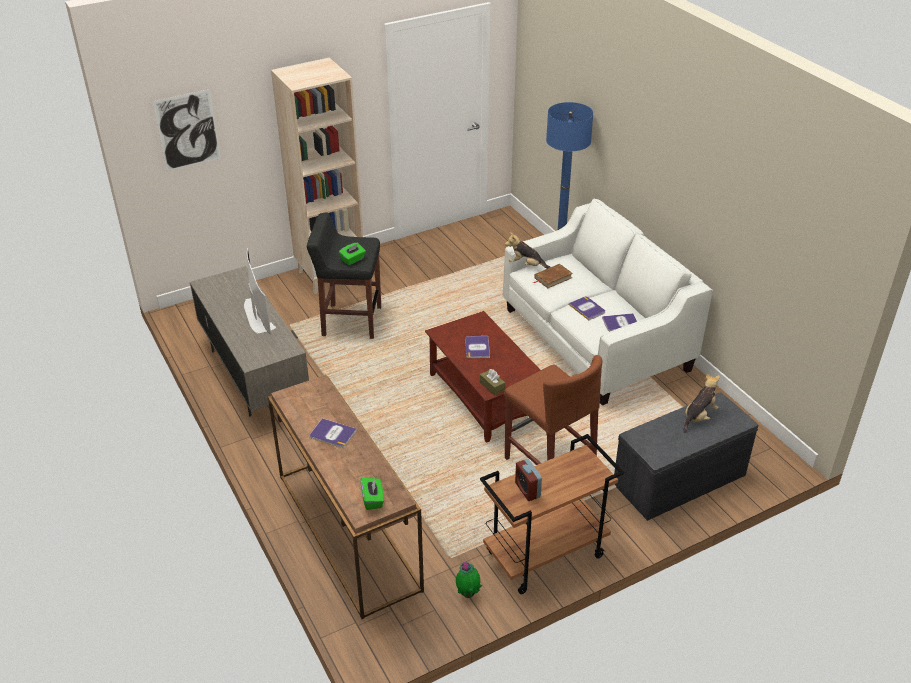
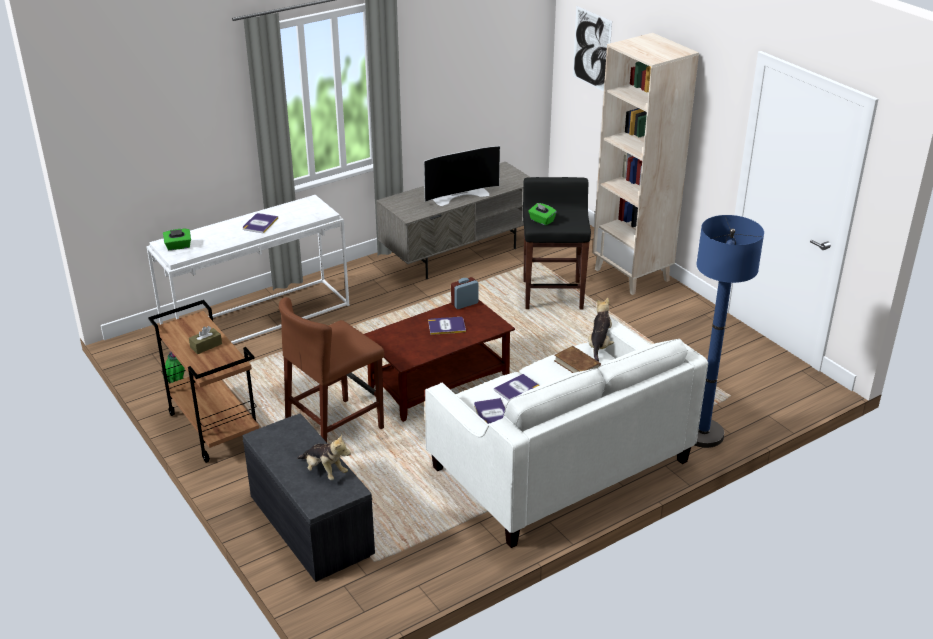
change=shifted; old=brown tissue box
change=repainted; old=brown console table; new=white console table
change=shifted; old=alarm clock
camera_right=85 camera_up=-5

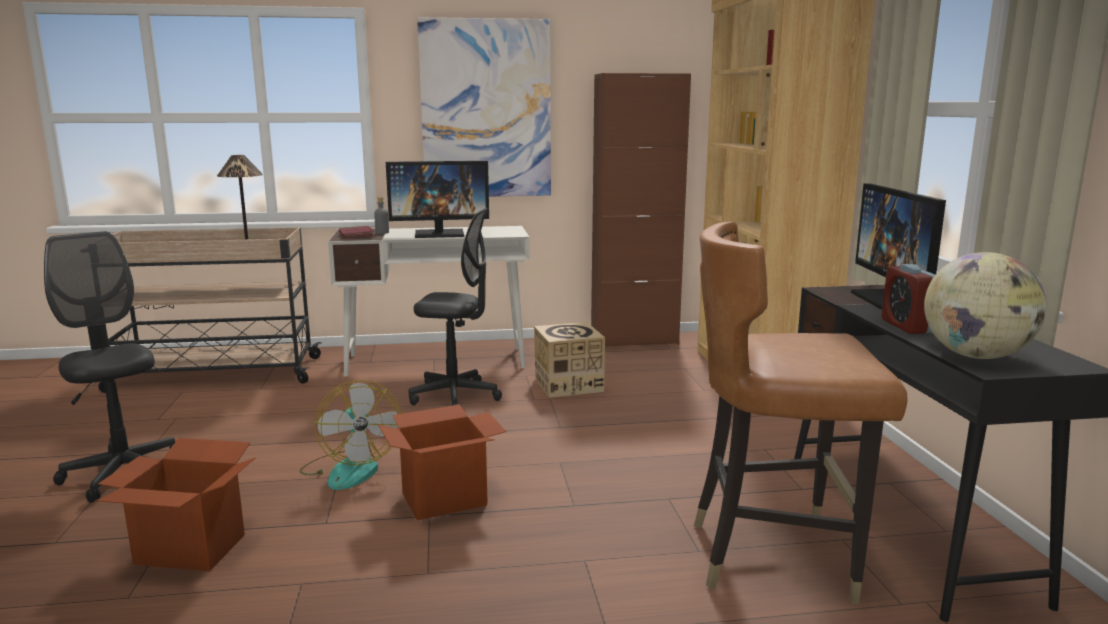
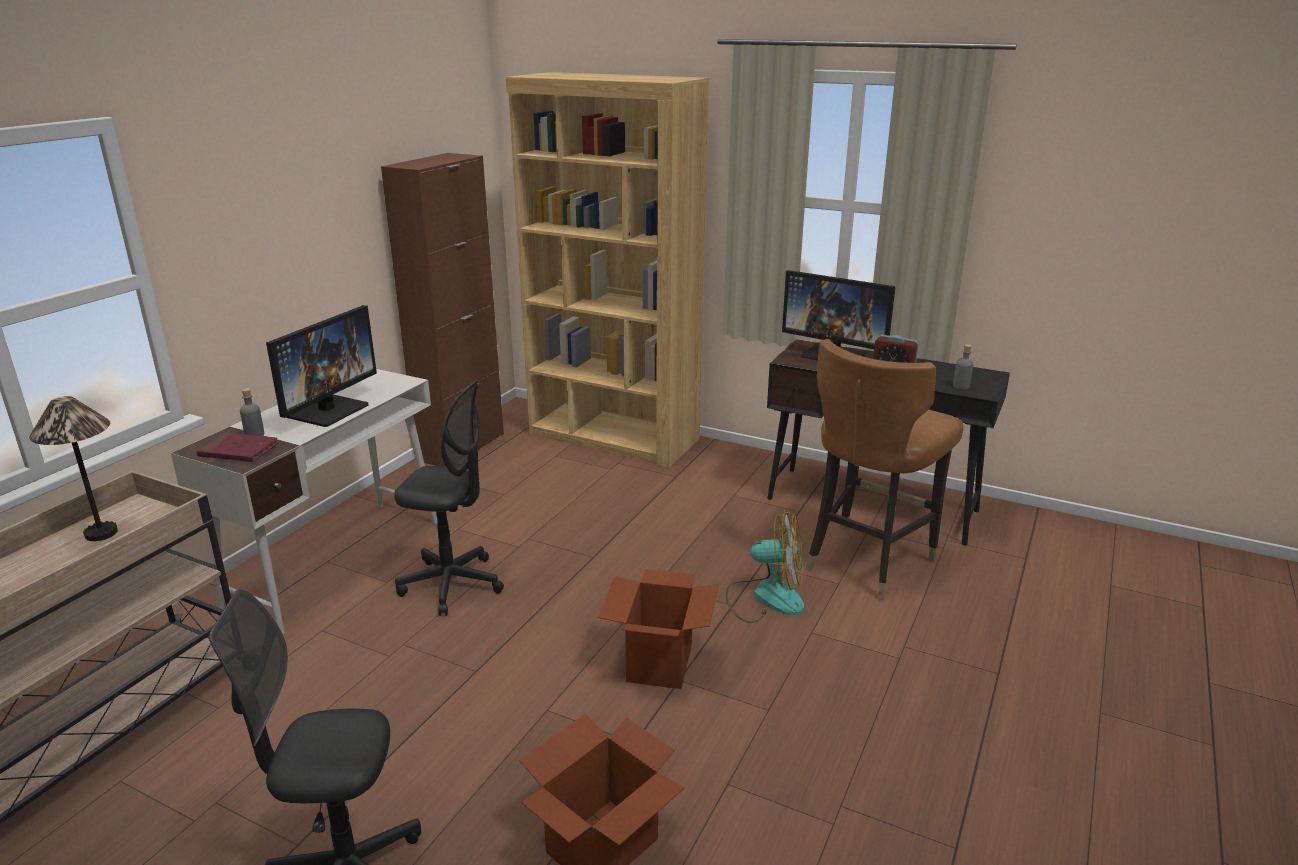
change=gone; old=picture
change=rotated; old=black office chair (no. 2 from left); degrees=60
change=swapped; old=globe; new=grey bottle (no. 2 from left)
change=gone; old=cardboard box (no. 3 from left)
change=shifted; old=fan
camera_right=-55 camera_up=10

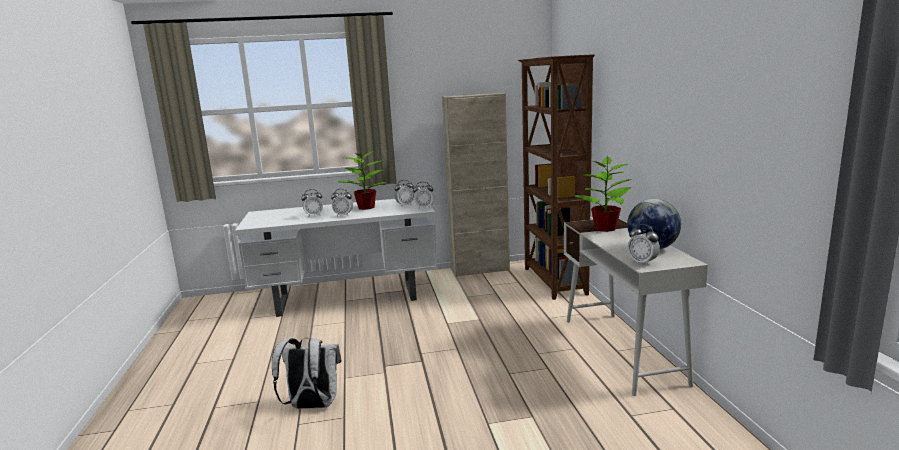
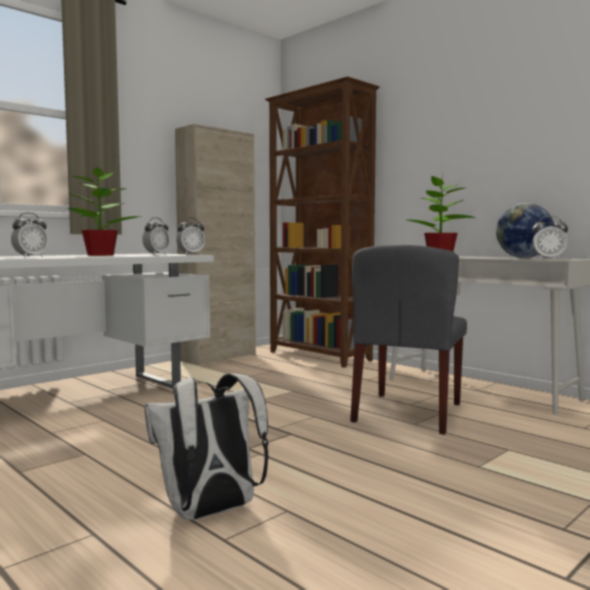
change=gone; old=alarm clock (no. 2 from left)
change=new; new=grey chair
camera_right=-35 camera_up=-10

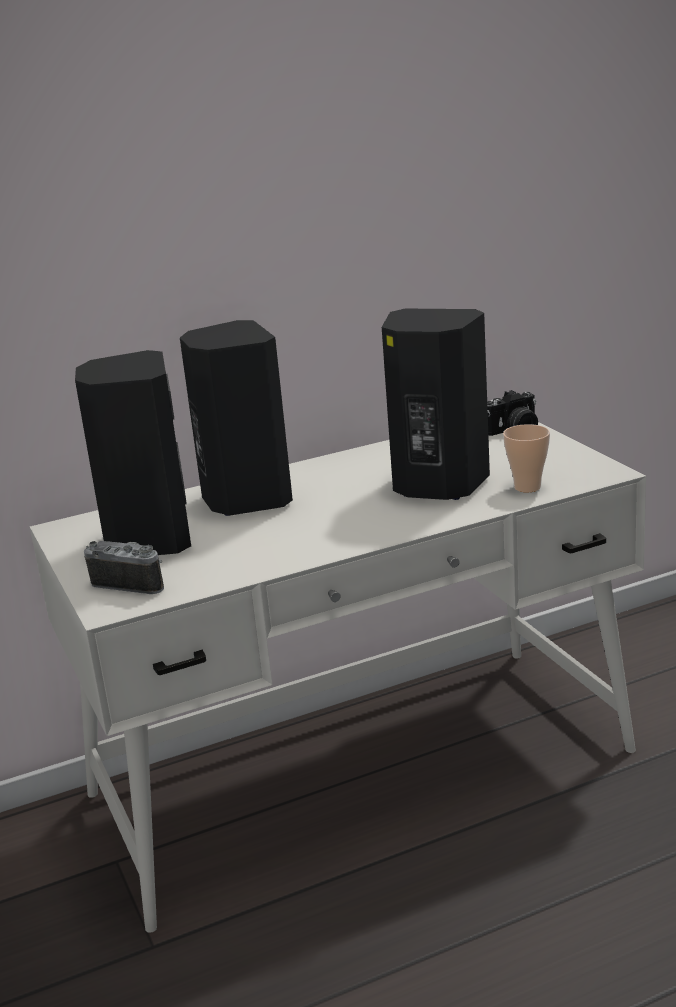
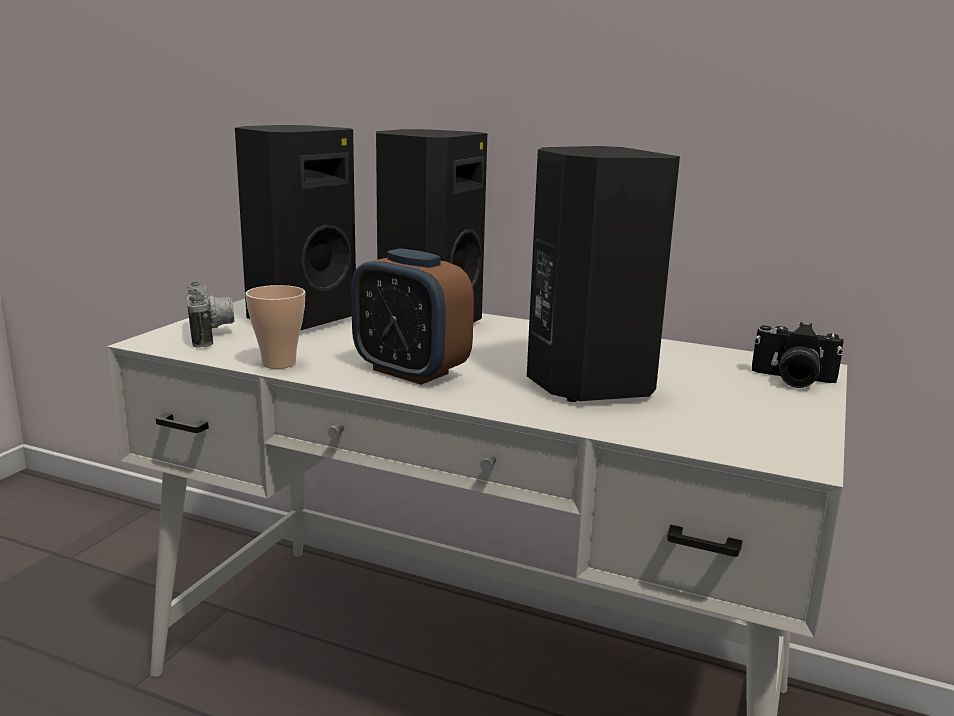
change=shifted; old=cup
change=new; new=alarm clock
camera_right=45 camera_up=-5

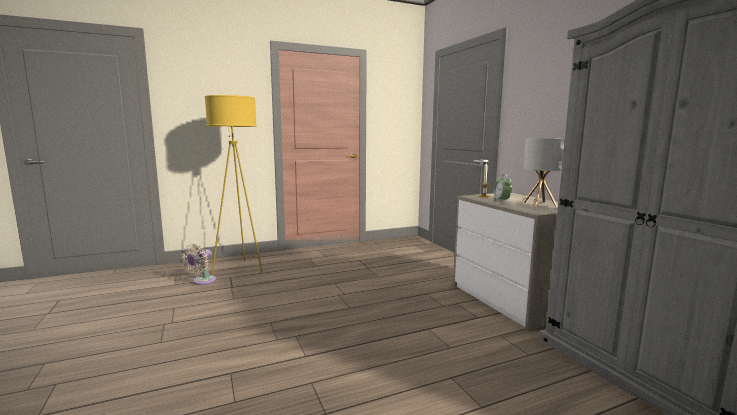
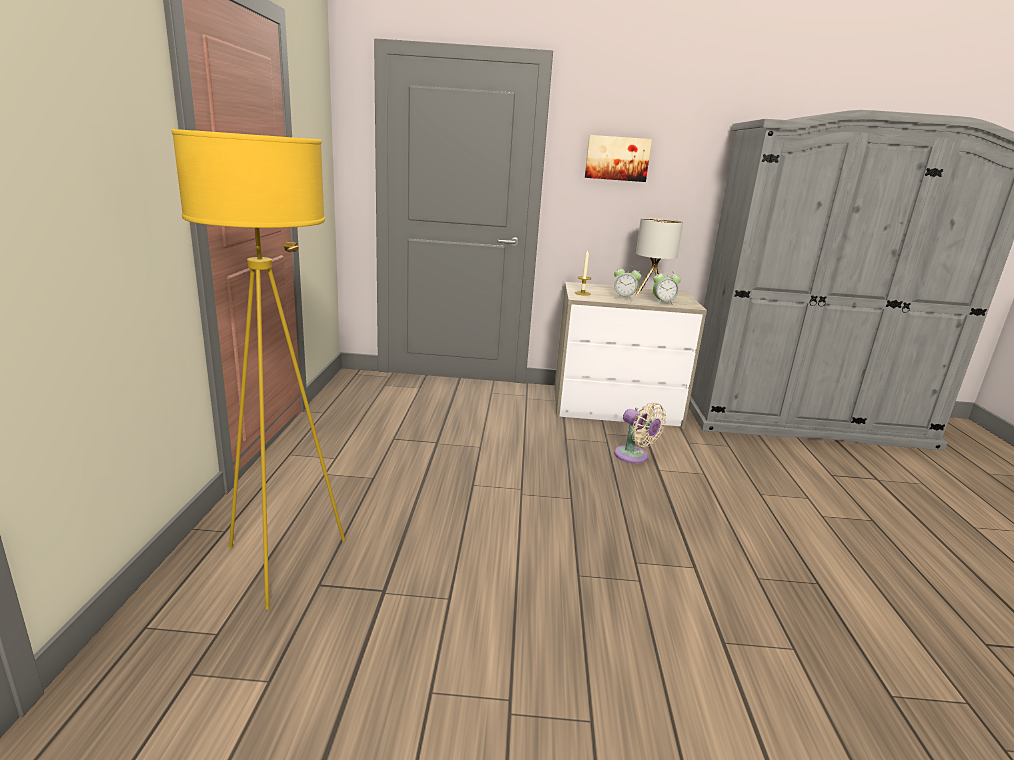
change=shifted; old=beige fan
change=new; new=picture
change=new; new=alarm clock (no. 2 from left)
camera_right=-65 camera_up=10

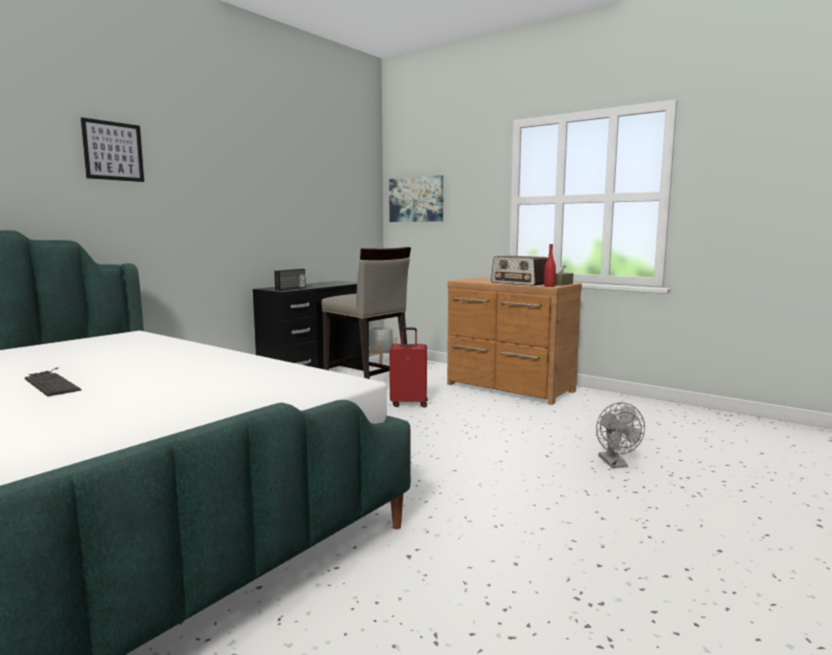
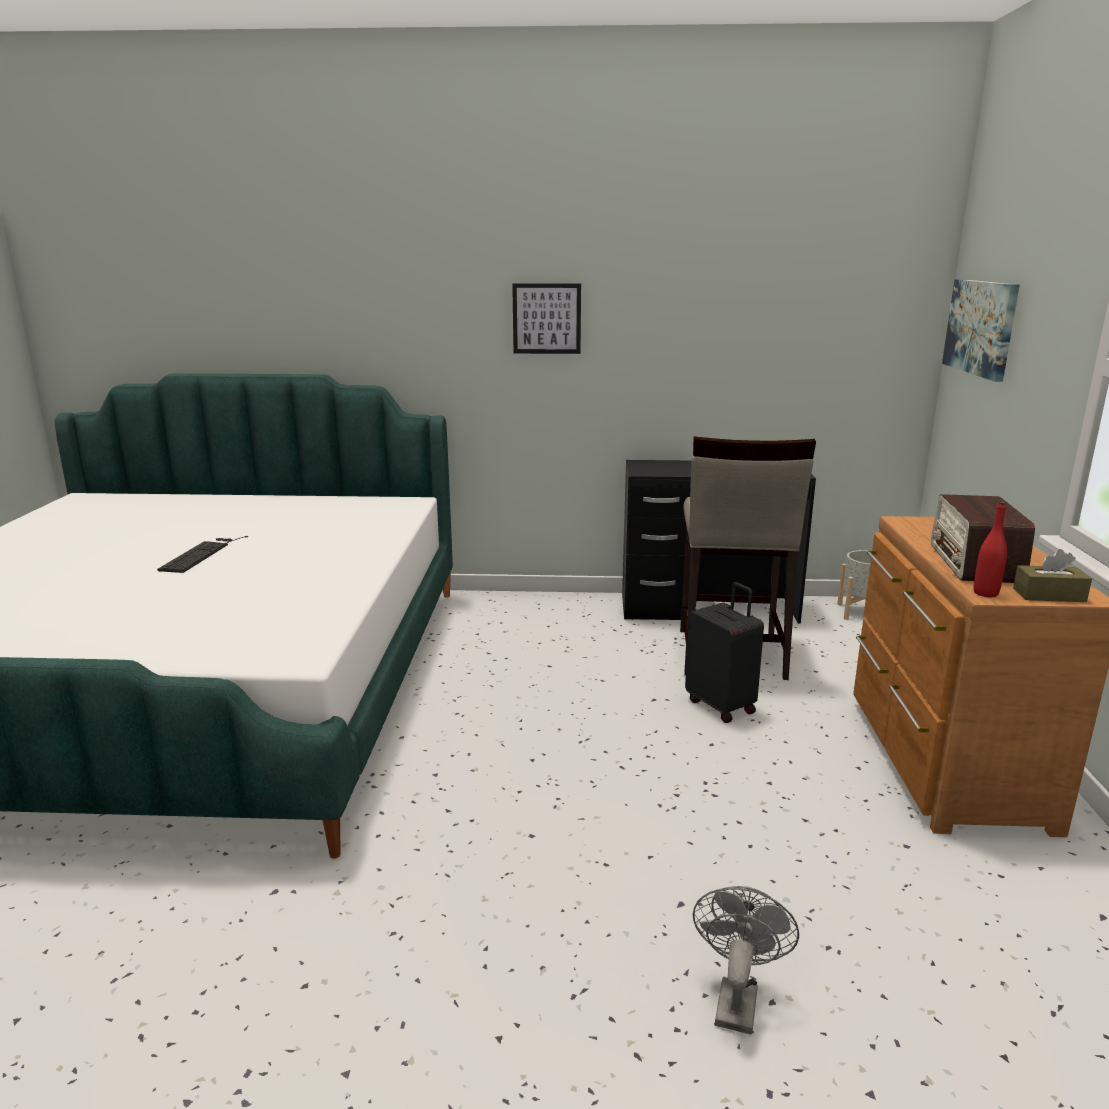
change=shifted; old=picture (no. 1 from left)
change=gone; old=radio (no. 1 from left)
change=repainted; old=red suitcase; new=black suitcase
change=rotated; old=grey fan; degrees=150
camera_right=55 camera_up=10

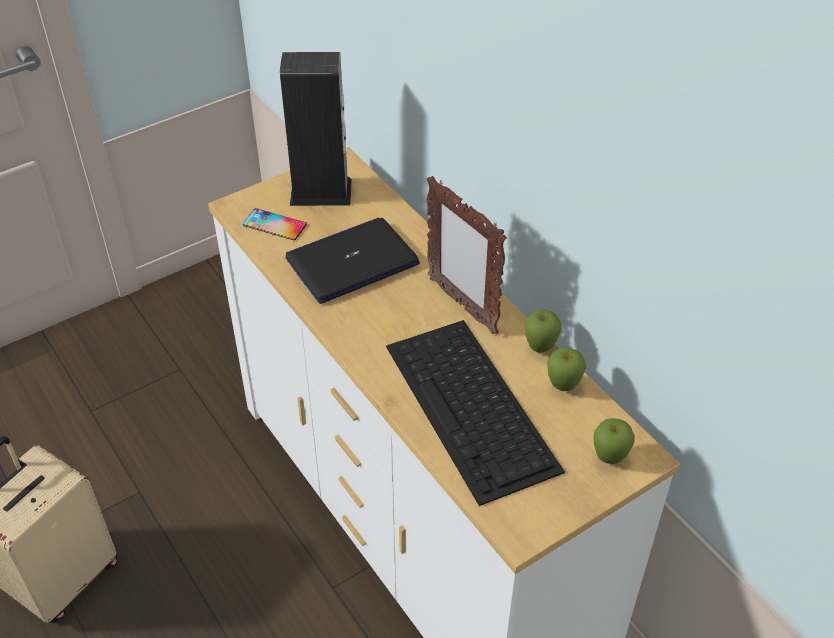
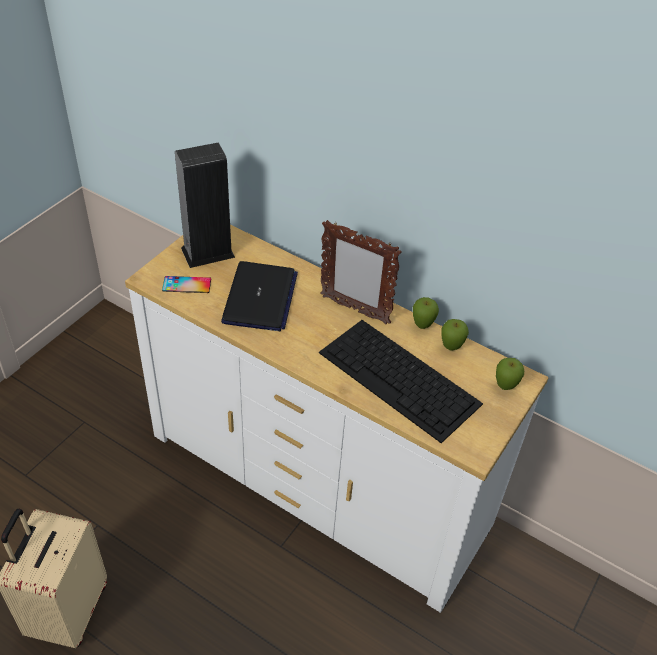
change=rotated; old=laptop; degrees=150
camera_right=-25 camera_up=0

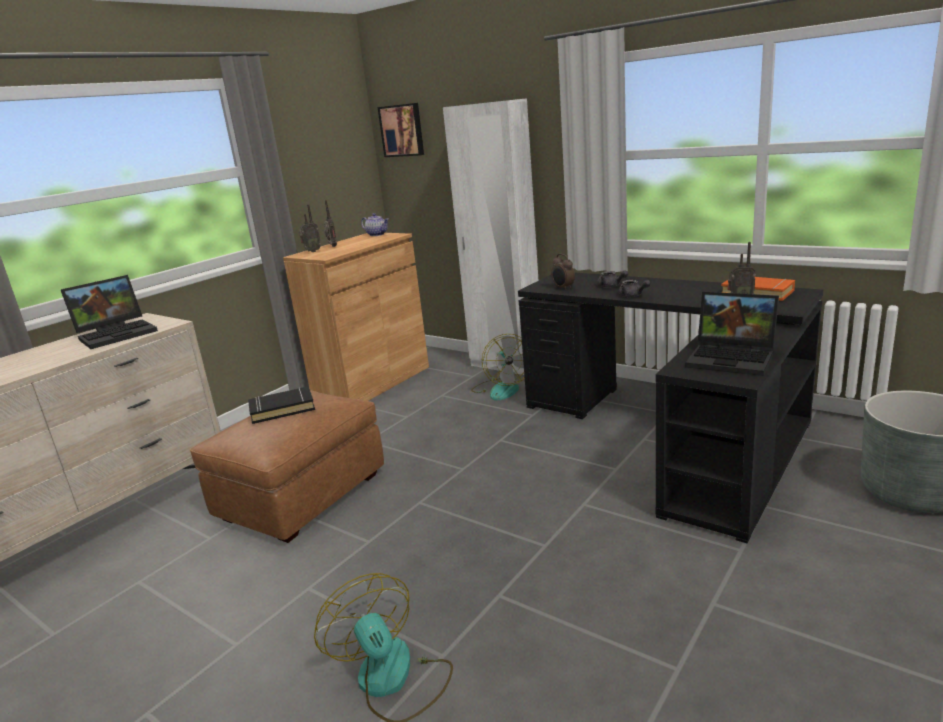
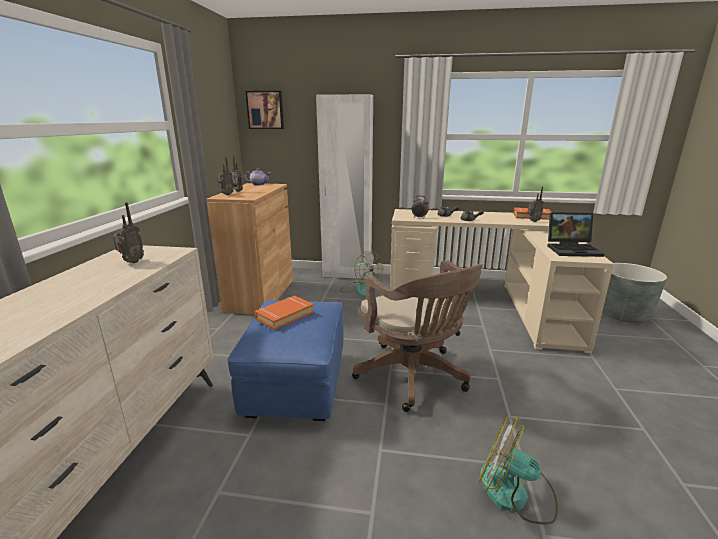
change=repainted; old=black desk; new=beige desk
change=swapped; old=laptop (no. 1 from left); new=radio (no. 1 from left)
change=repainted; old=black book; new=orange book (no. 1 from left)
change=repainted; old=brown ottoman; new=blue ottoman
change=new; new=brown office chair
camera_right=-30 camera_up=0

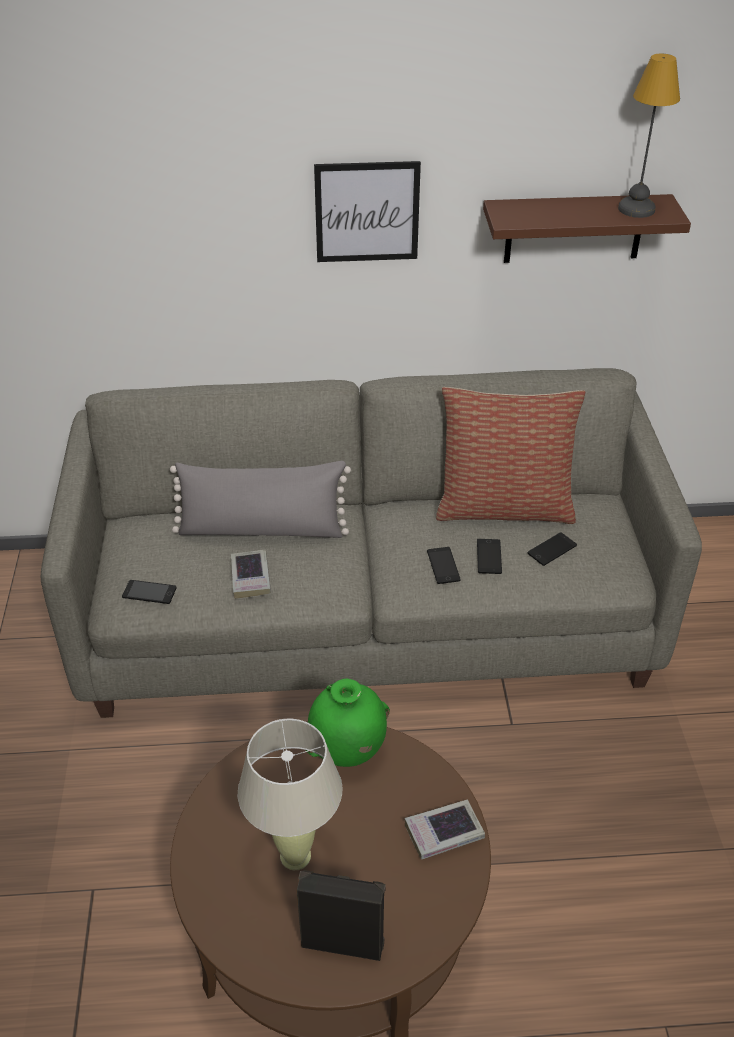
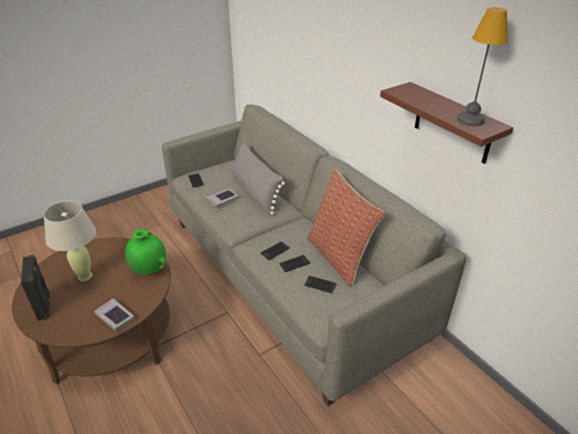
change=gone; old=picture
camera_right=60 camera_up=-5

